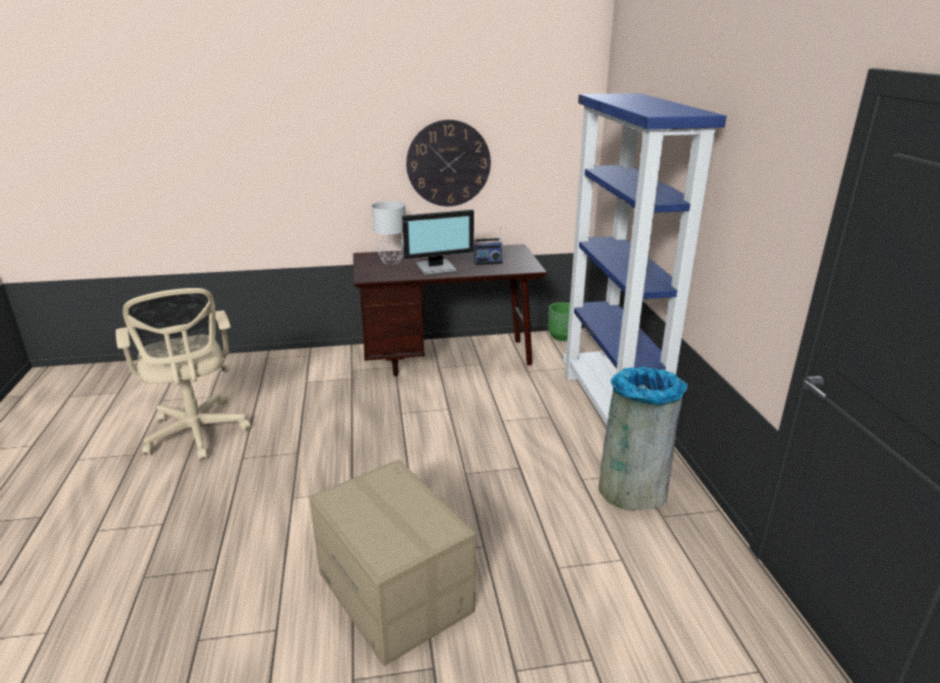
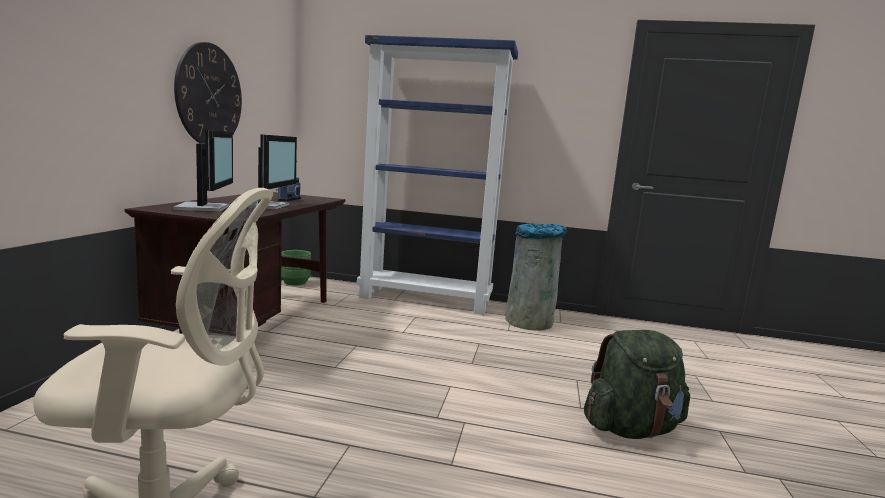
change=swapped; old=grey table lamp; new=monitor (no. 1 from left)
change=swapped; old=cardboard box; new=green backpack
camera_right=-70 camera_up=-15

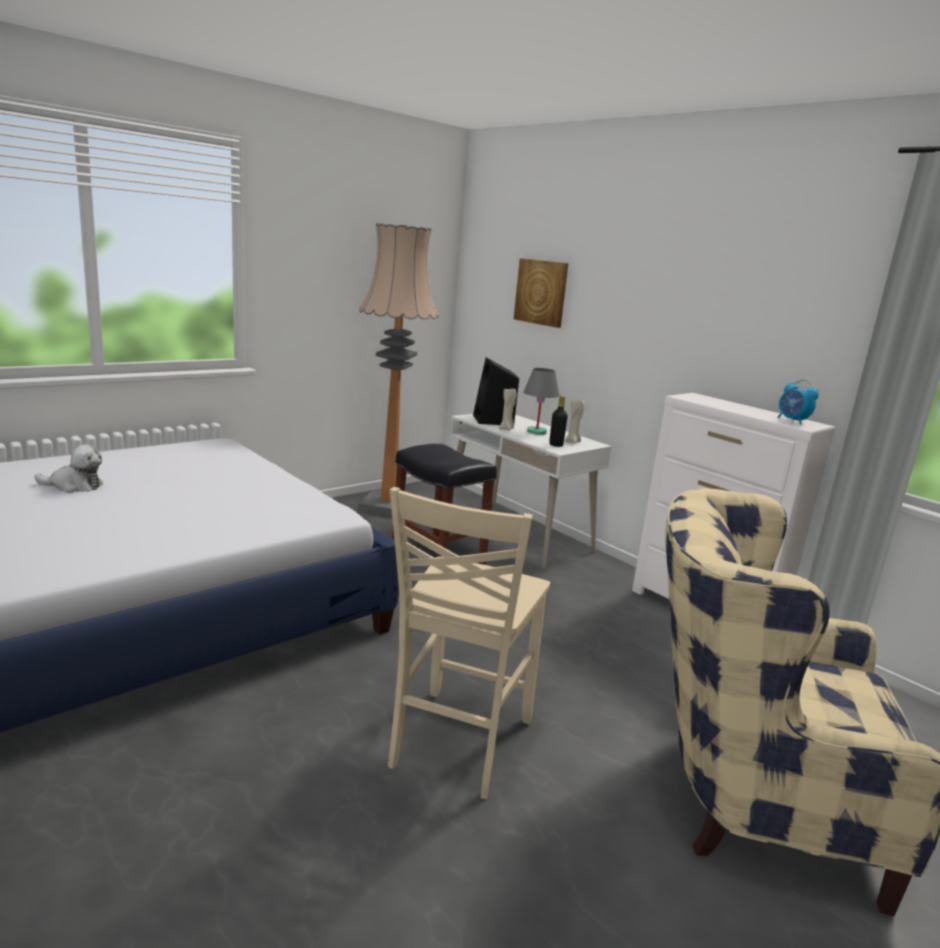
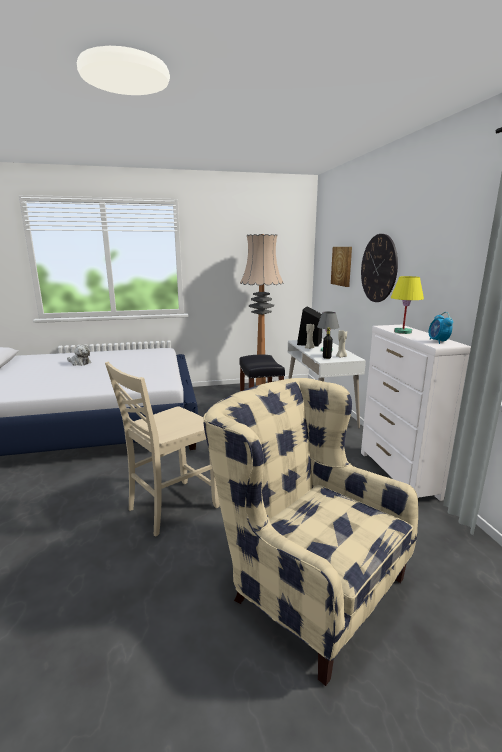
change=new; new=wall clock
change=new; new=yellow table lamp
camera_right=30 camera_up=0

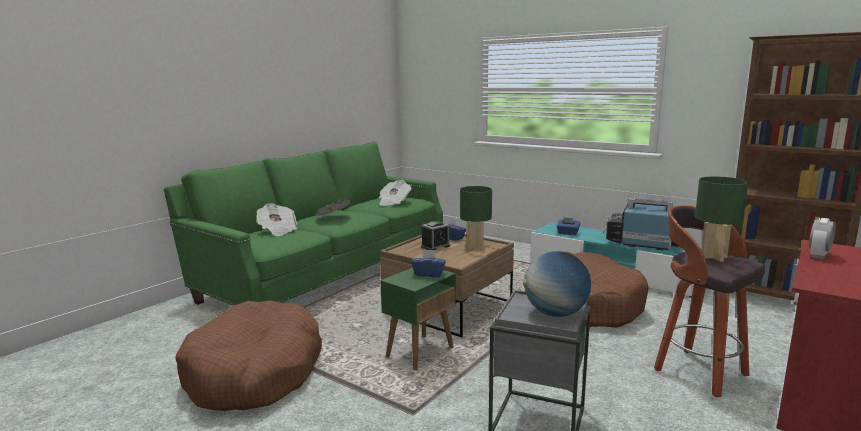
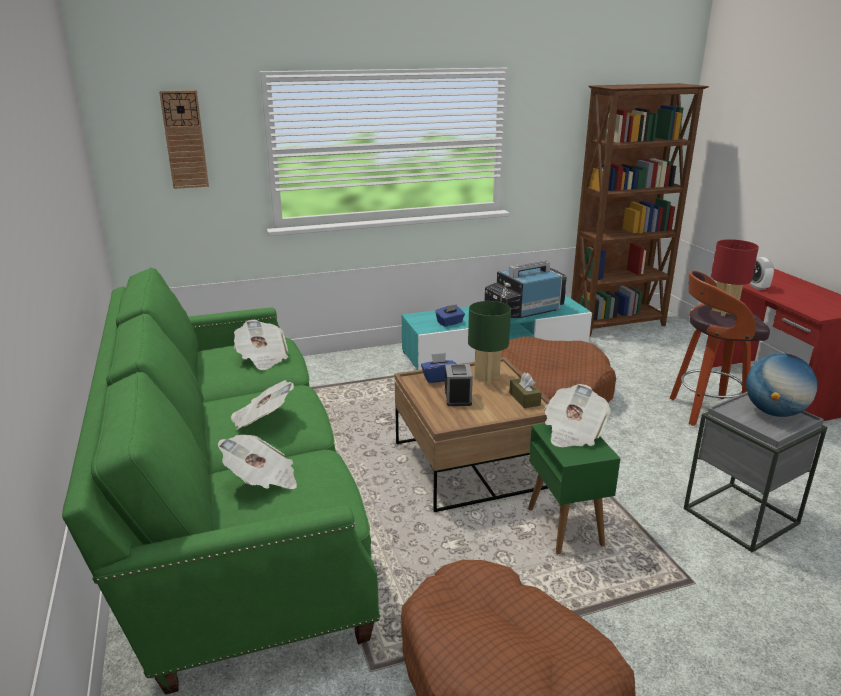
change=repainted; old=green table lamp (no. 2 from left); new=red table lamp
change=swapped; old=blue tissue box (no. 1 from left); new=newspaper (no. 4 from left)
change=new; new=wall clock
change=new; new=brown tissue box
camera_right=-55 camera_up=10

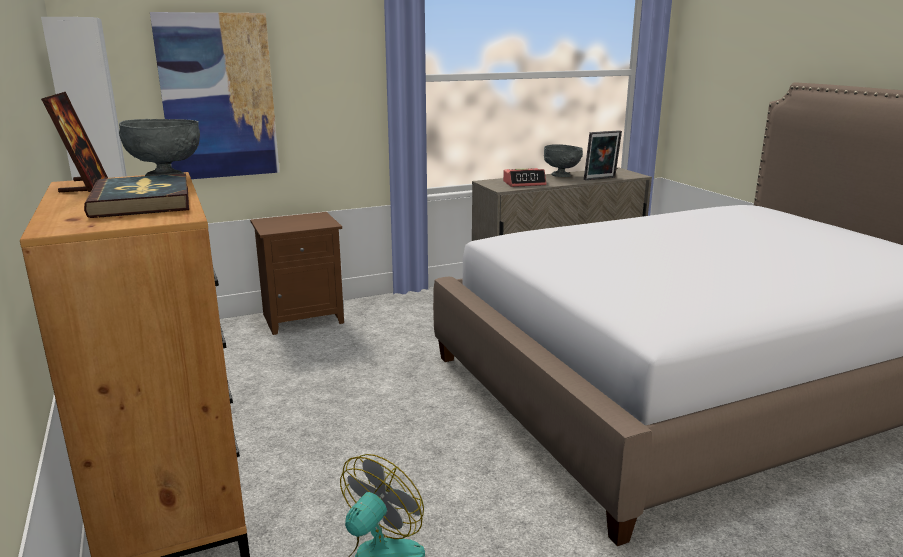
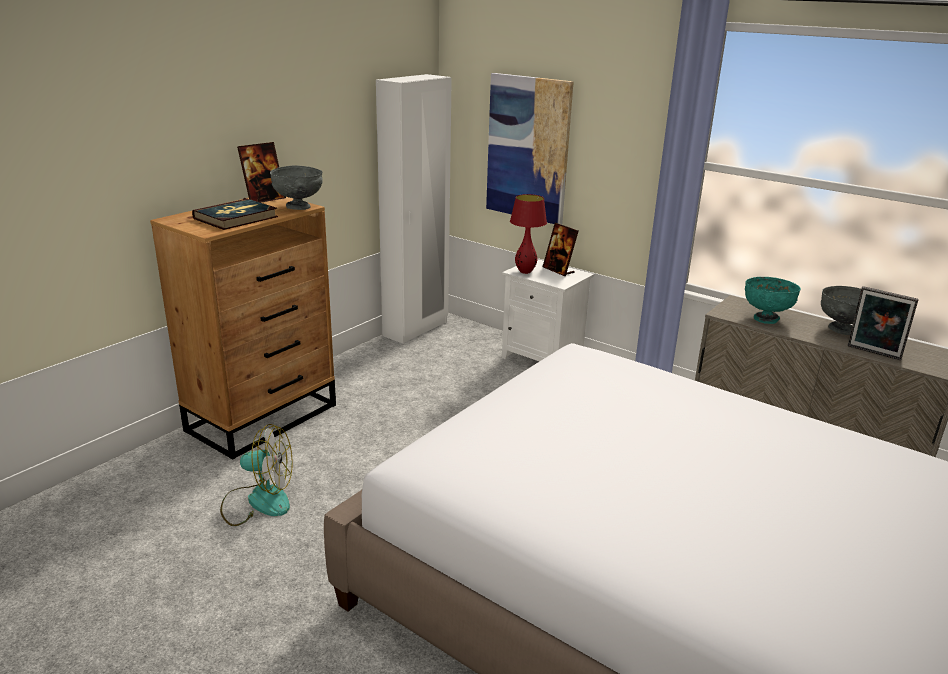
change=swapped; old=alarm clock; new=turquoise bowl
change=repainted; old=brown nightstand; new=white nightstand
change=new; new=red table lamp
change=new; new=picture frame (no. 2 from left)
camera_right=60 camera_up=5

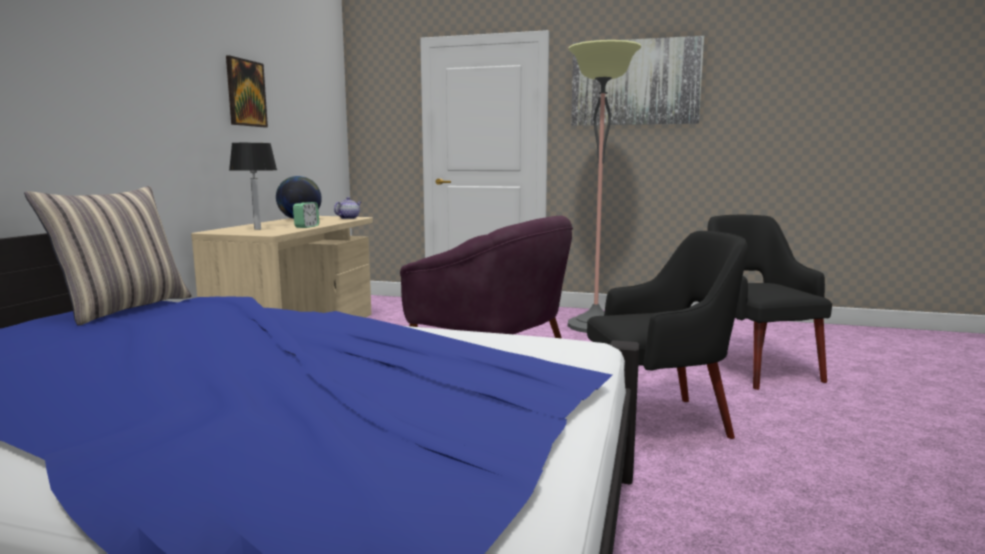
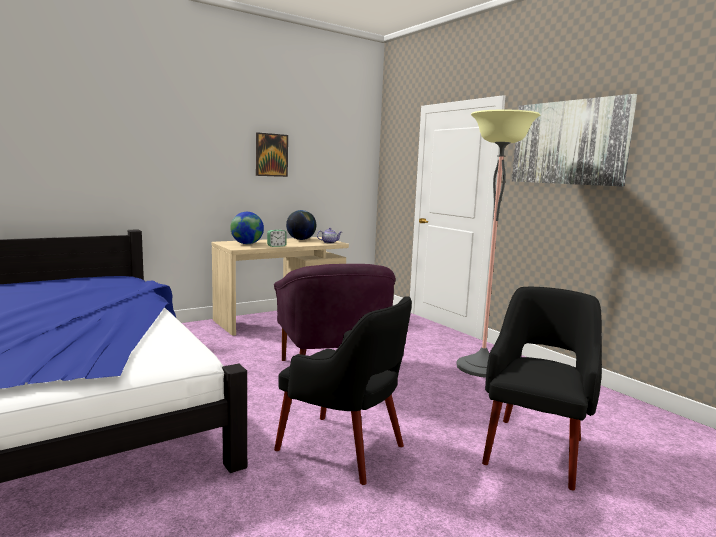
change=swapped; old=table lamp; new=globe (no. 1 from left)
change=gone; old=pillow
camera_right=40 camera_up=0

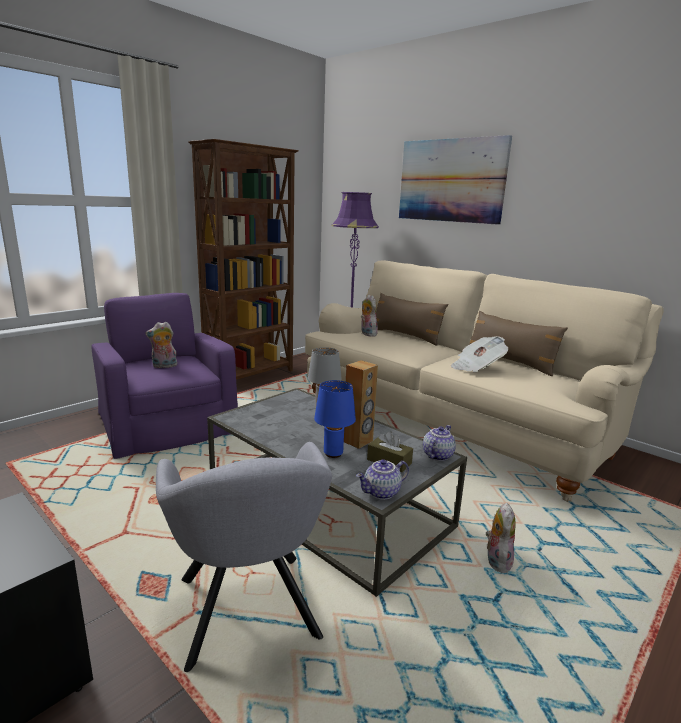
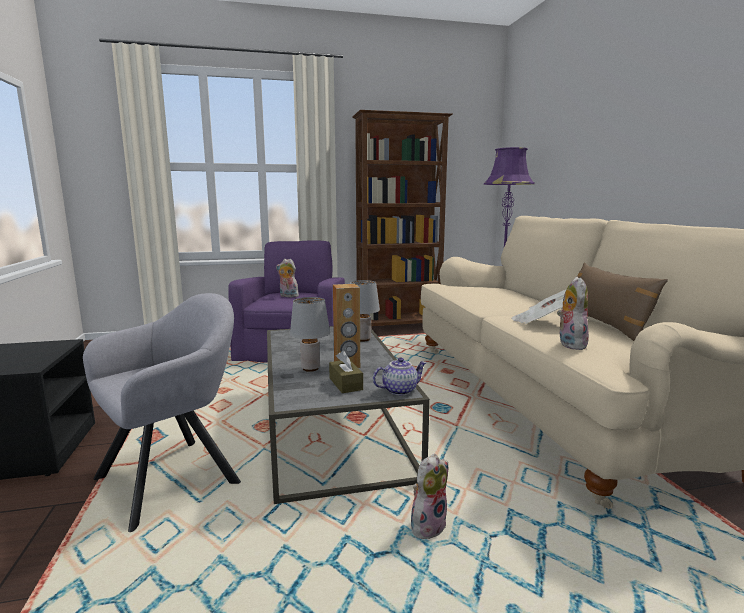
change=gone; old=picture
change=gone; old=brown pillow (no. 1 from left)
change=shifted; old=plush toy (no. 2 from left in the first image); new=plush toy (no. 3 from left)
change=repainted; old=blue table lamp; new=grey table lamp (no. 1 from left)
change=rotated; old=grey armchair; degrees=-150
change=gone; old=teapot (no. 1 from left)
camera_right=35 camera_up=-5

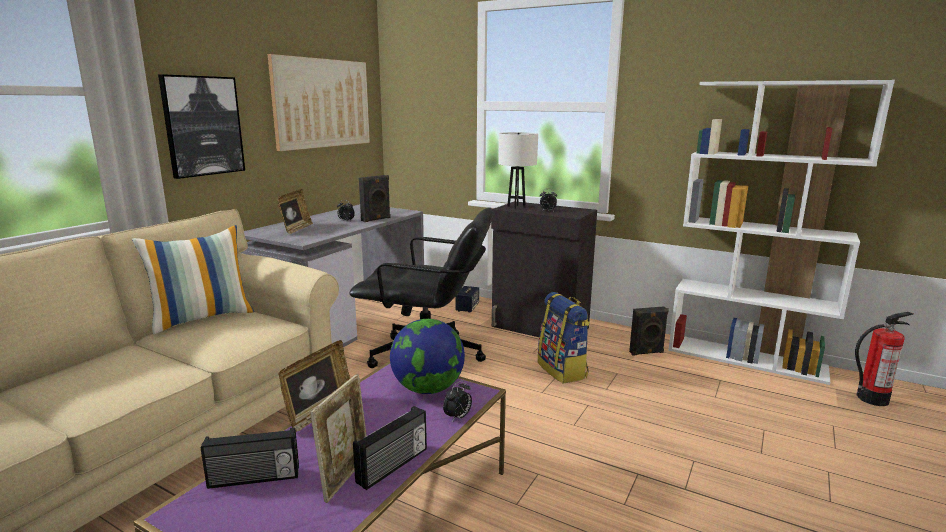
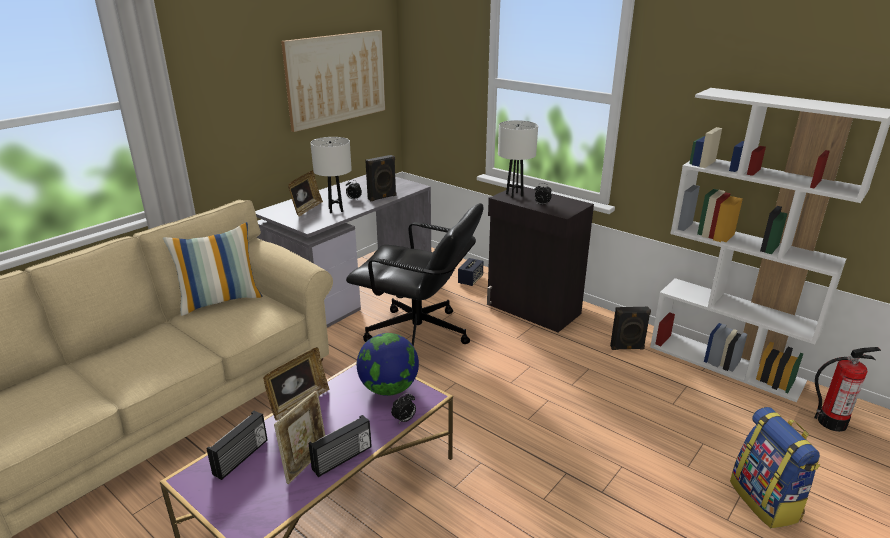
change=gone; old=picture (no. 1 from left)
change=shifted; old=backpack
change=rotated; old=radio (no. 1 from left); degrees=-60
change=new; new=white table lamp (no. 1 from left)
camera_right=10 camera_up=10

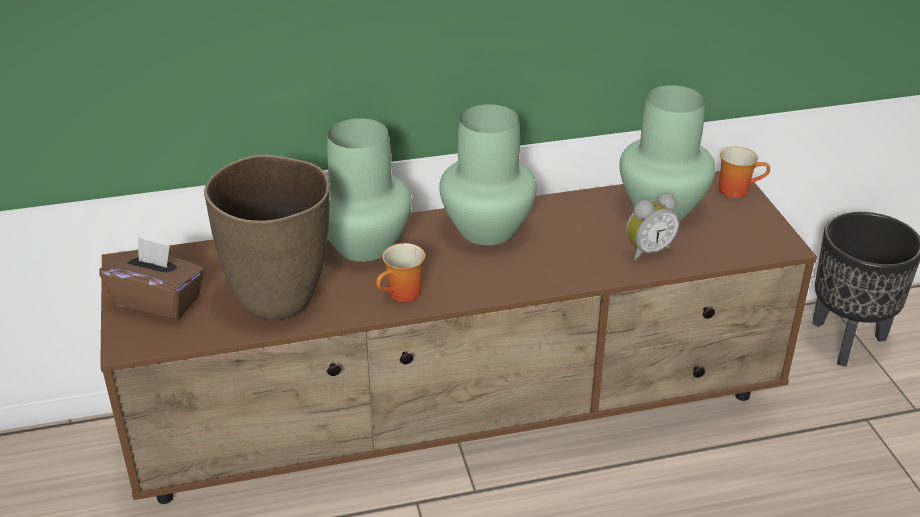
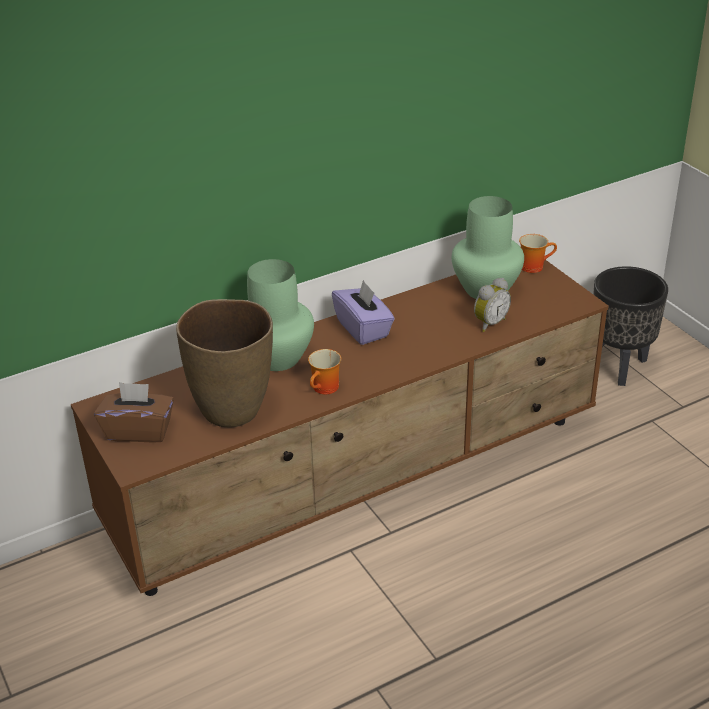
change=swapped; old=green vase (no. 2 from left); new=purple tissue box
camera_right=-15 camera_up=0

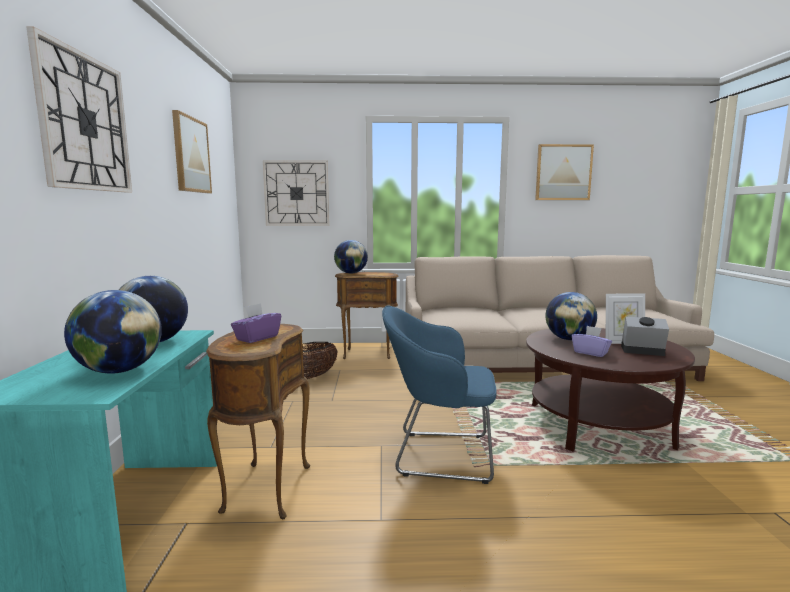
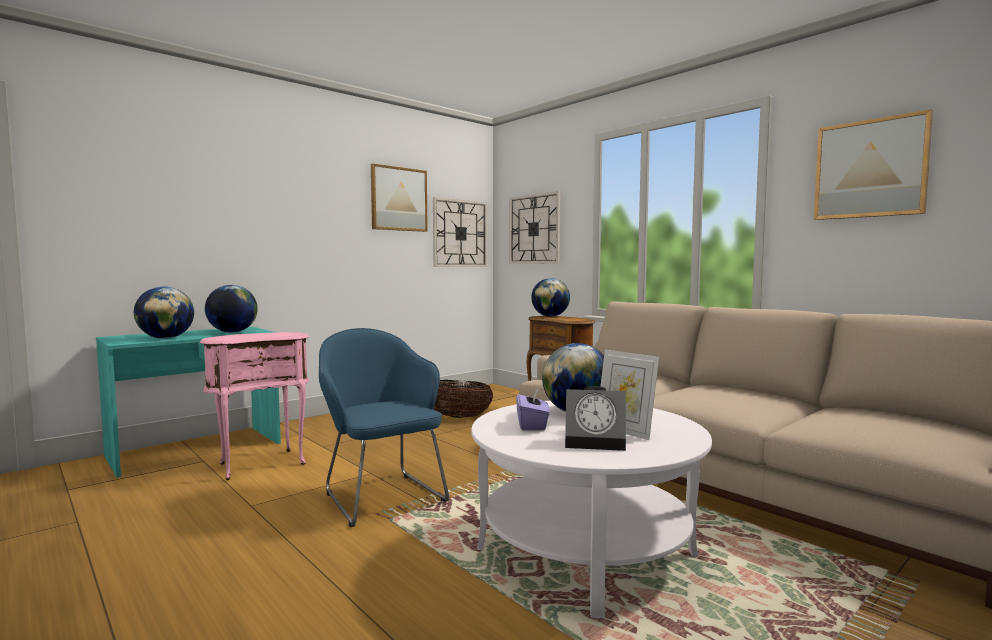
change=shifted; old=wall clock (no. 1 from left)
change=gone; old=purple tissue box (no. 1 from left)
change=rotated; old=alarm clock; degrees=120
change=repainted; old=brown side table (no. 1 from left); new=pink side table
change=repainted; old=brown coffee table; new=white coffee table
camera_right=50 camera_up=-5

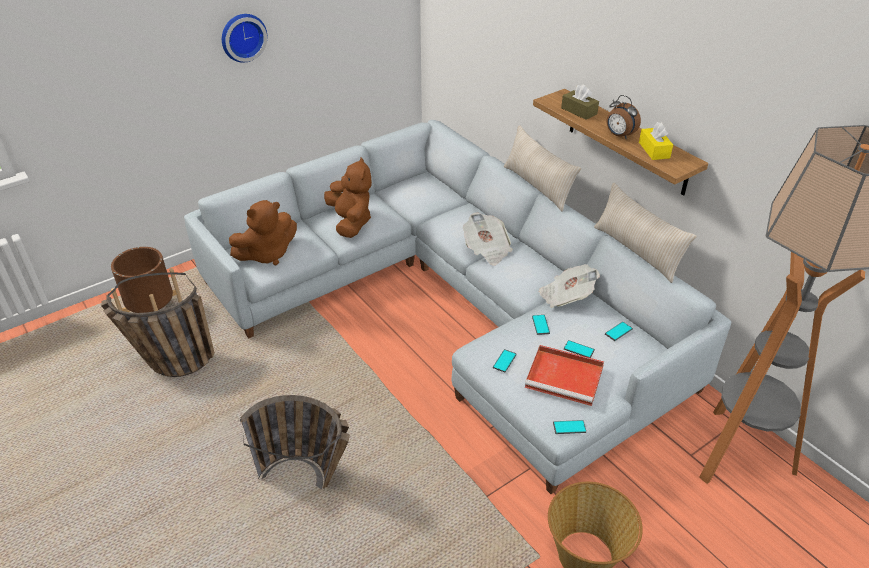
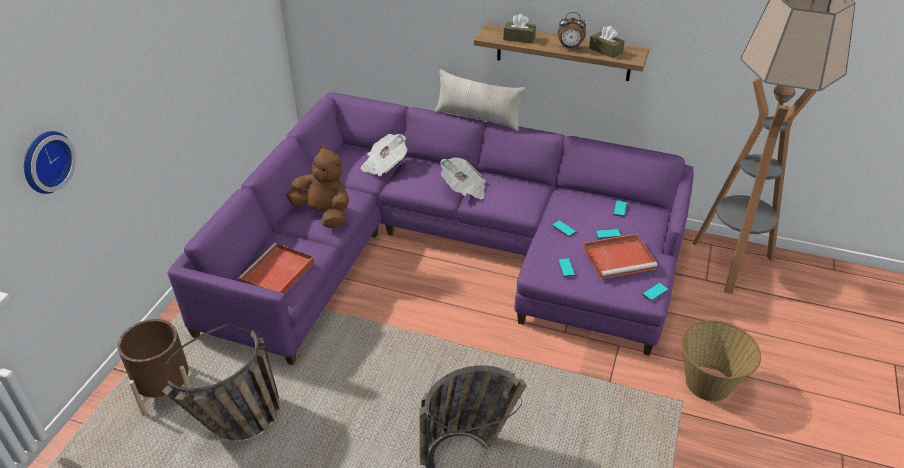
change=shifted; old=wall clock
change=repainted; old=grey sofa; new=purple sofa
change=repainted; old=yellow tissue box; new=brown tissue box (no. 2 from left)
change=gone; old=beige pillow (no. 2 from left)
change=swapped; old=brown plush toy (no. 1 from left); new=red tray (no. 1 from left)
change=shifted; old=newspaper (no. 2 from left in the first image); new=newspaper (no. 1 from left)
camera_right=-35 camera_up=0

